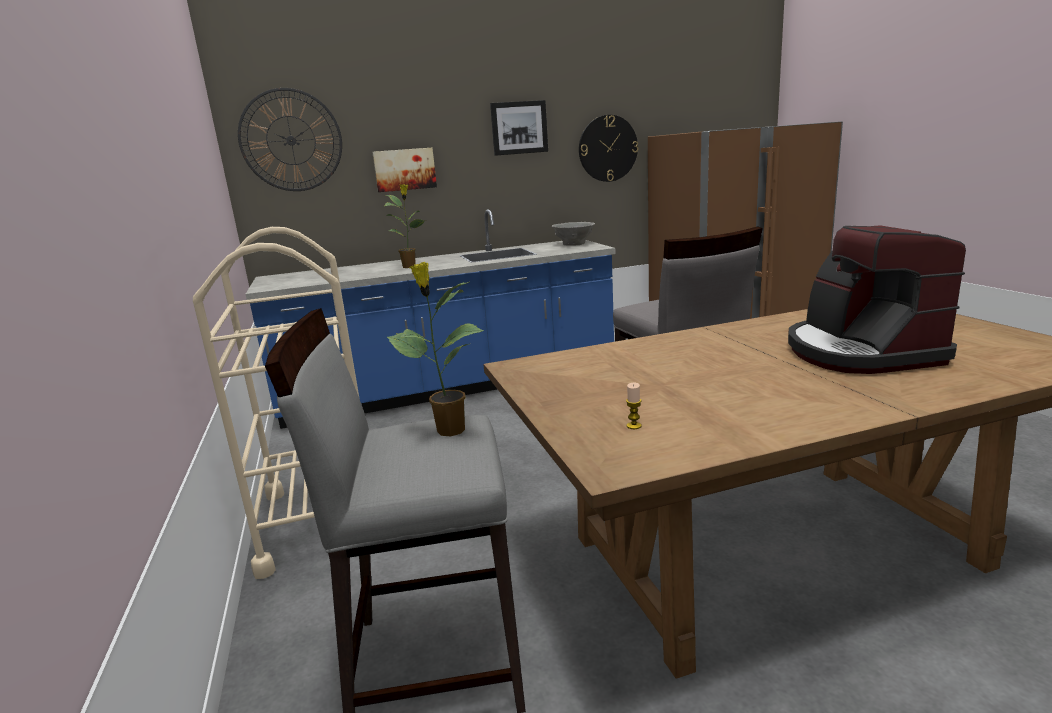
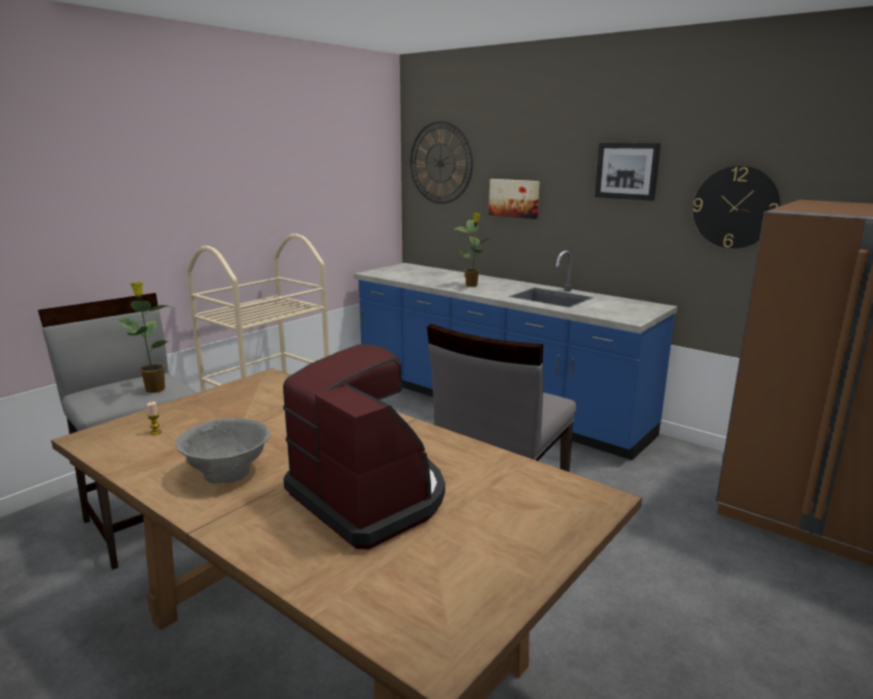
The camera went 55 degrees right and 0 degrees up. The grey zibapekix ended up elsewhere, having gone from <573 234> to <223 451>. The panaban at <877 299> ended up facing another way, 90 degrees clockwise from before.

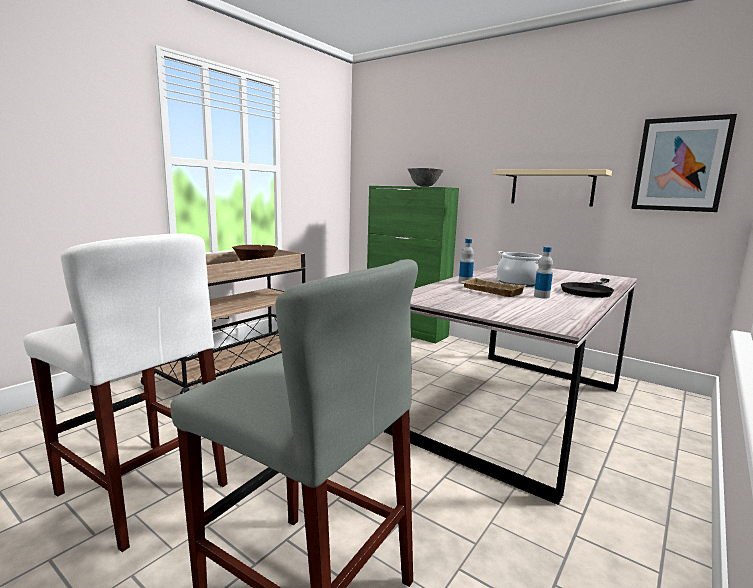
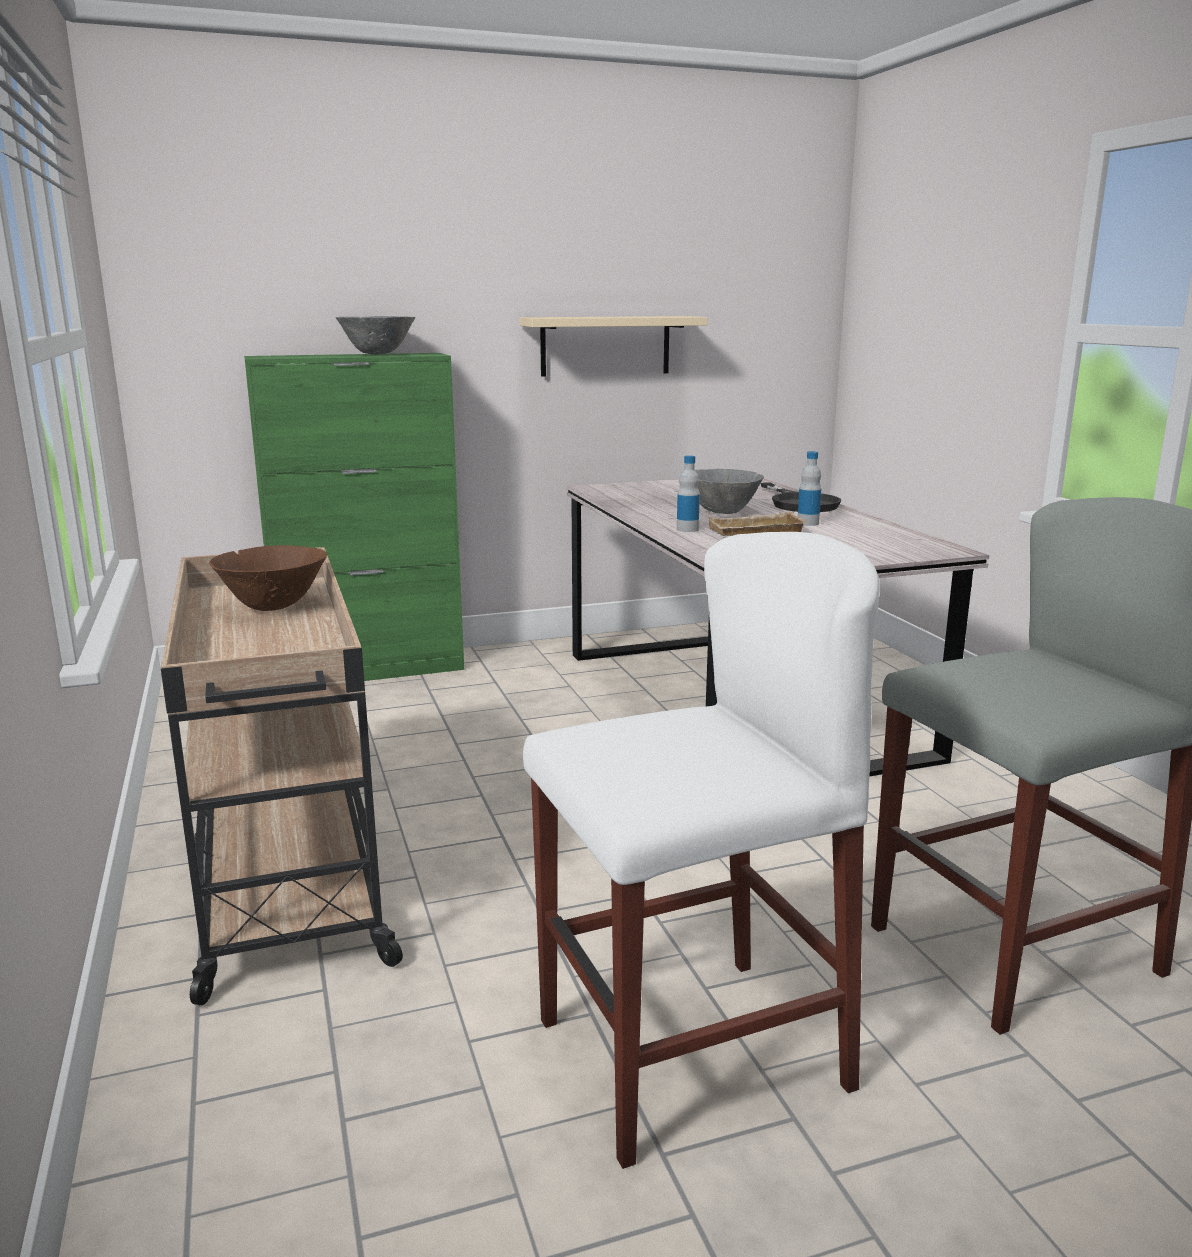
The camera went 55 degrees left and 5 degrees up. Where the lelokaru stood at <519 269>, the grey zibapekix came to stand at <729 491>. The second view lost the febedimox at <684 163>.

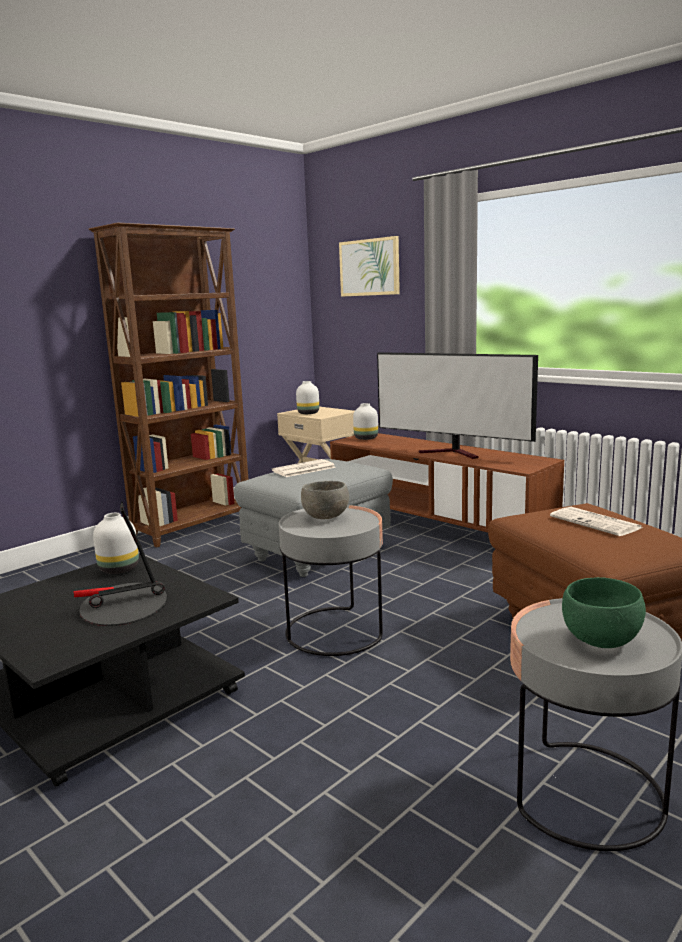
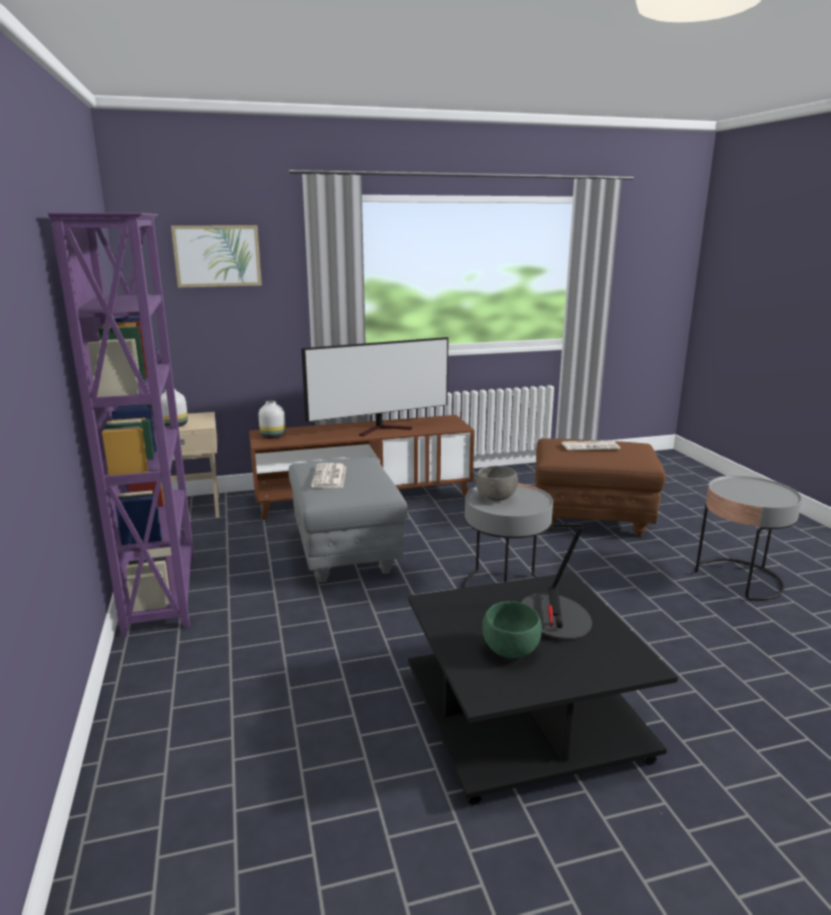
The camera went 60 degrees left and 5 degrees up. What was the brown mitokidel at <169 385> turned into the purple mitokidel at <121 425>. The green zibapekix ended up elsewhere, having gone from <604 612> to <512 629>. The second view lost the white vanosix at <116 543>.

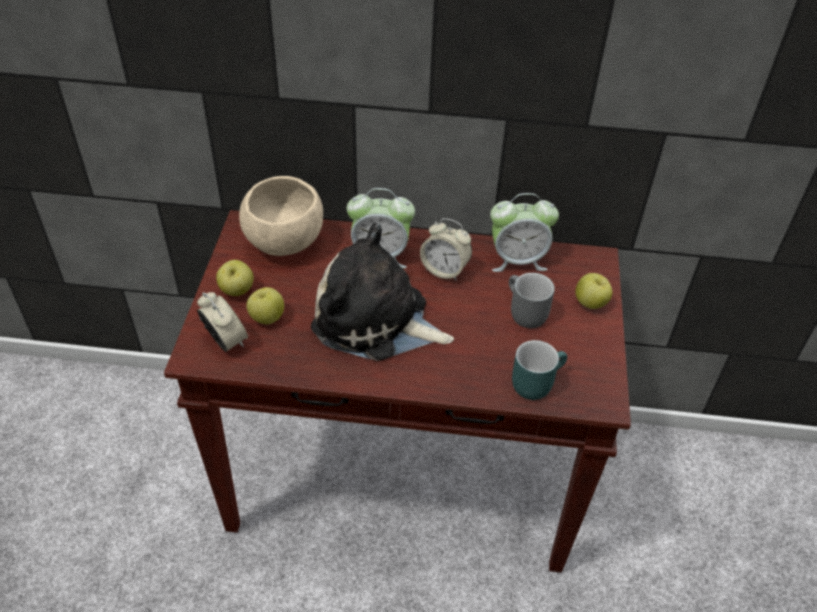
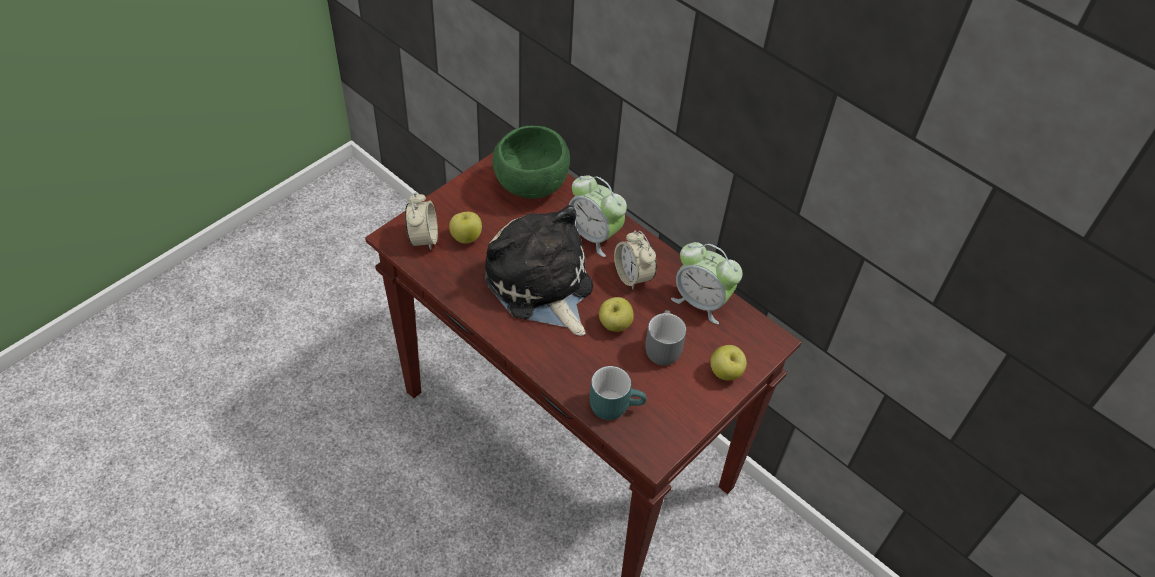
The camera went 35 degrees right and 5 degrees up. What was the beige zibapekix at <281 216> turned into the green zibapekix at <531 162>. The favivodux ended up elsewhere, having gone from <235 278> to <616 314>.

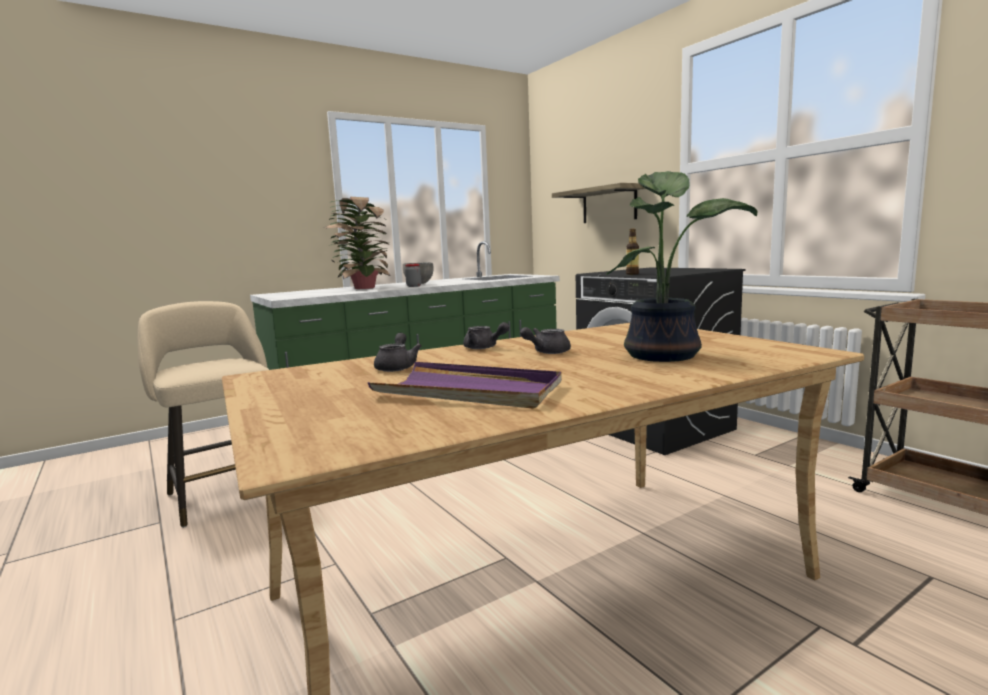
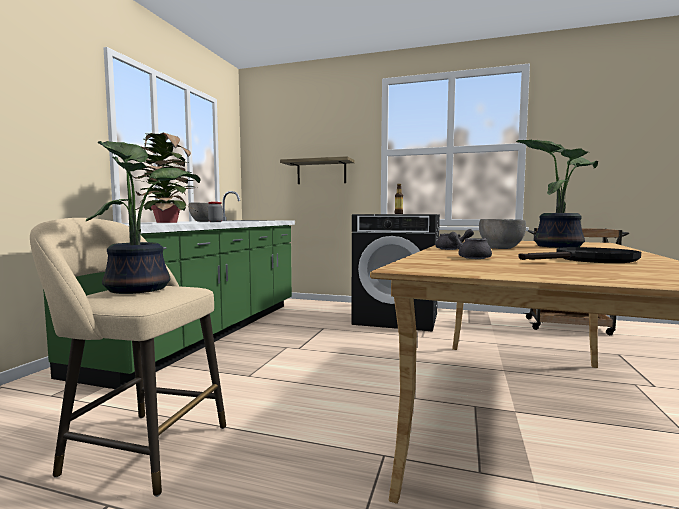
The camera went 40 degrees left and 5 degrees down. The second view gained the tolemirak at <143 217>. Where the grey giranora stood at <545 340>, the grey zibapekix came to stand at <502 234>. Where the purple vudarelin stood at <465 385>, the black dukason came to stand at <580 255>.

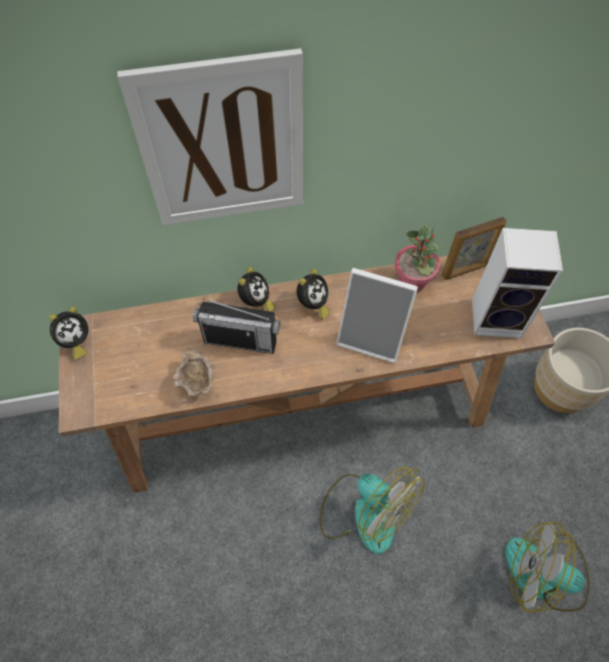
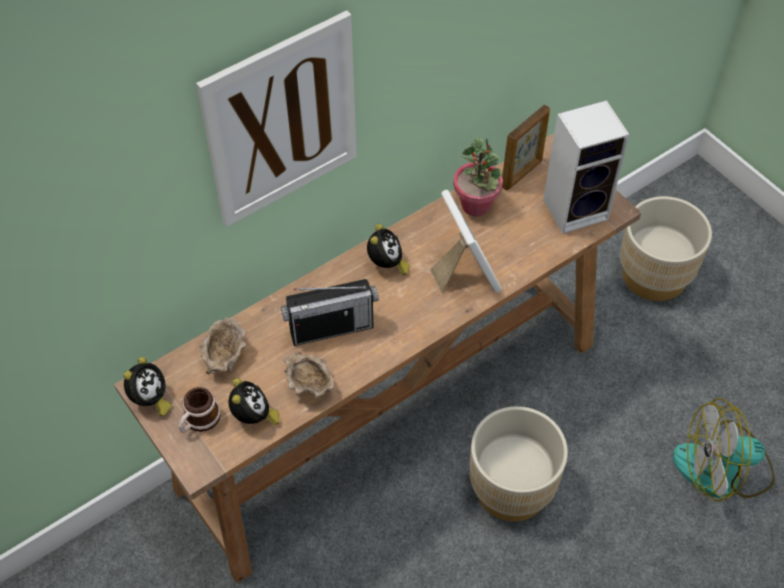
The camera went 25 degrees left and 5 degrees down. The second view gained the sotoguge at <199 410>. The second view gained the beige zibapekix at <222 345>. The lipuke ended up elsewhere, having gone from <256 289> to <254 402>. The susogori at <377 315> ended up facing another way, 105 degrees counterclockwise from before. Where the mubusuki stood at <372 510>, the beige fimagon came to stand at <519 463>.

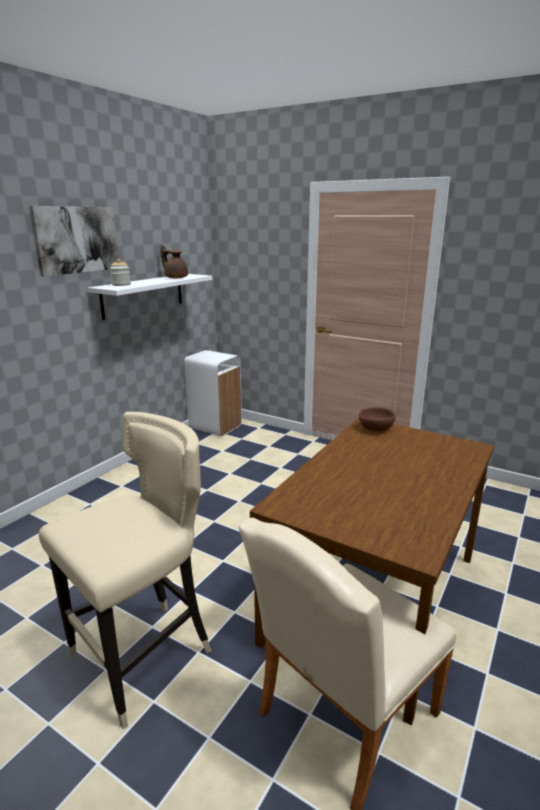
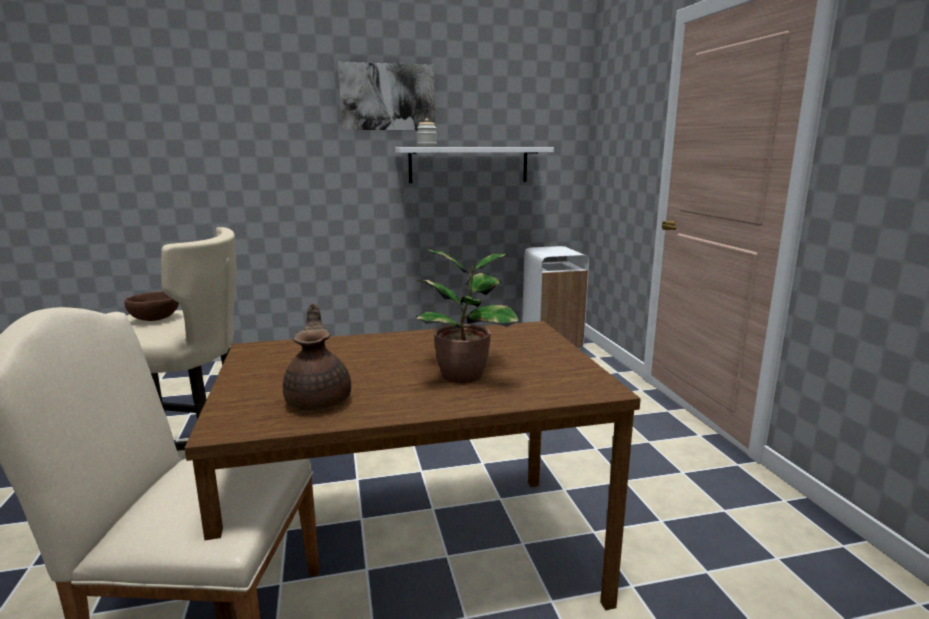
The camera went 45 degrees right and 5 degrees down. The brown zibapekix ended up elsewhere, having gone from <377 419> to <151 306>. The brown giranora ended up elsewhere, having gone from <174 262> to <317 357>. The second view gained the tolemirak at <468 316>.

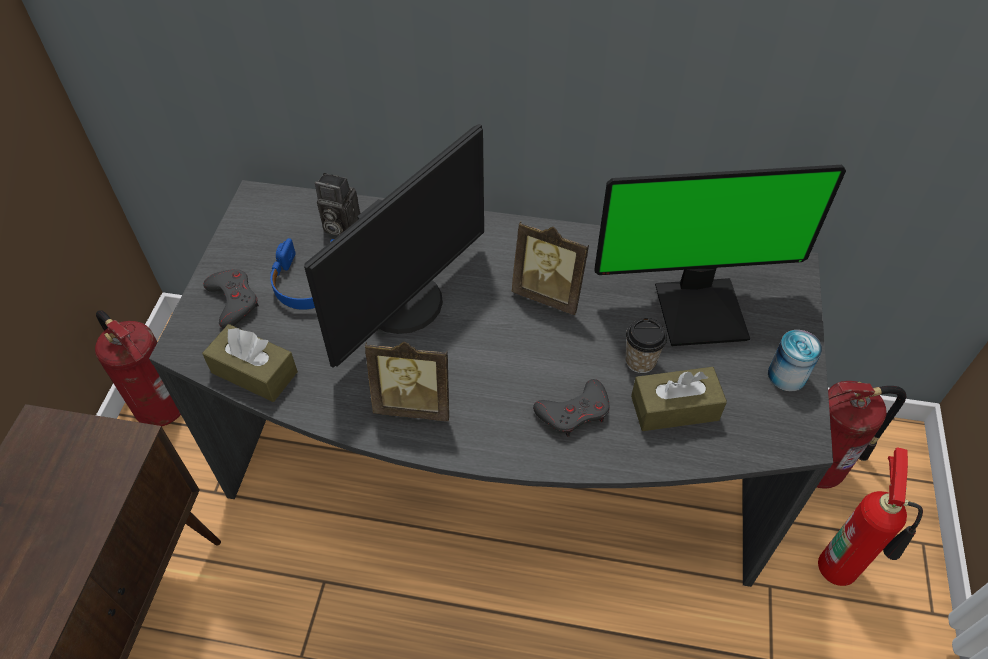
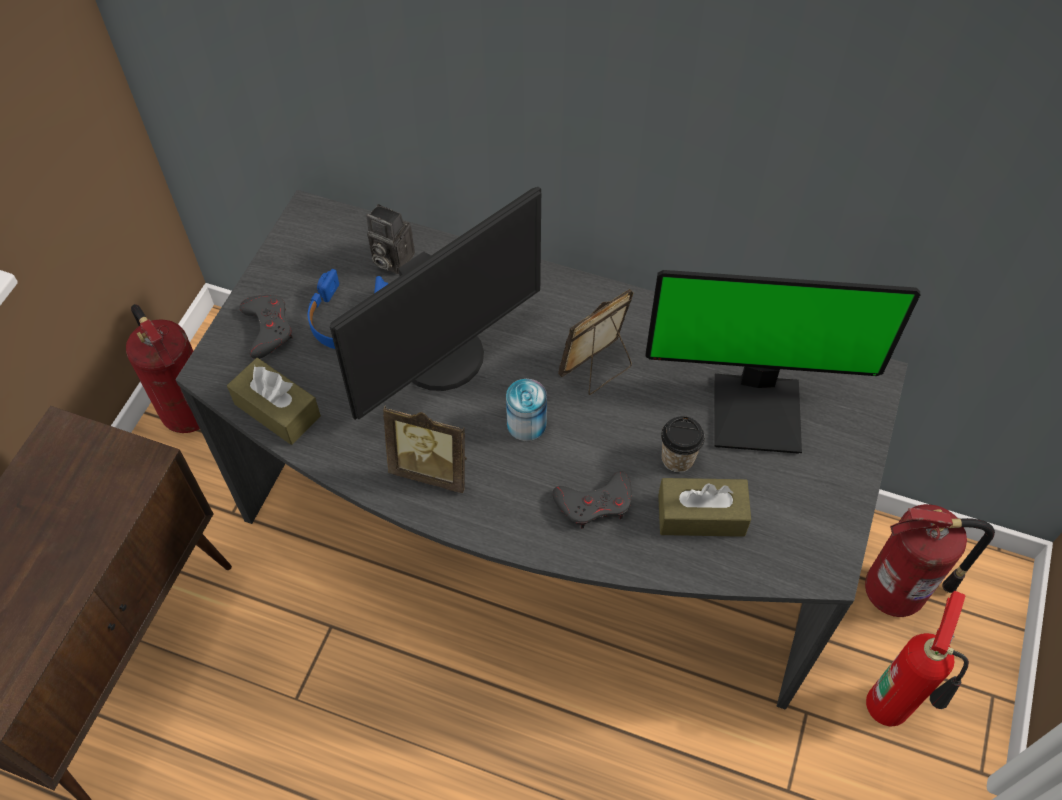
The camera went 10 degrees right and 5 degrees up. The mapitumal ended up elsewhere, having gone from <795 360> to <526 410>. The susogori at <550 268> ended up facing another way, 105 degrees clockwise from before.

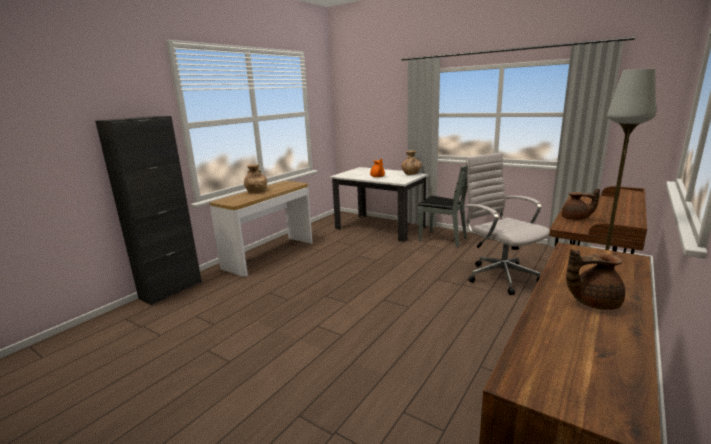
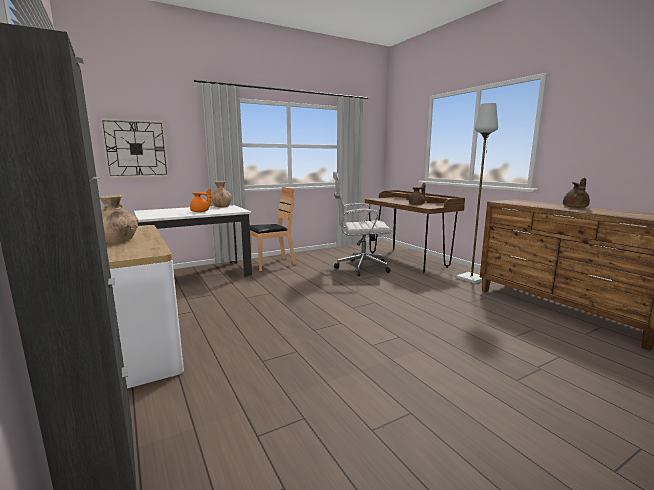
The camera went 65 degrees left and 5 degrees down. The second view gained the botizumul at <134 148>. What was the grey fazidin at <443 206> turned into the brown fazidin at <273 229>.

